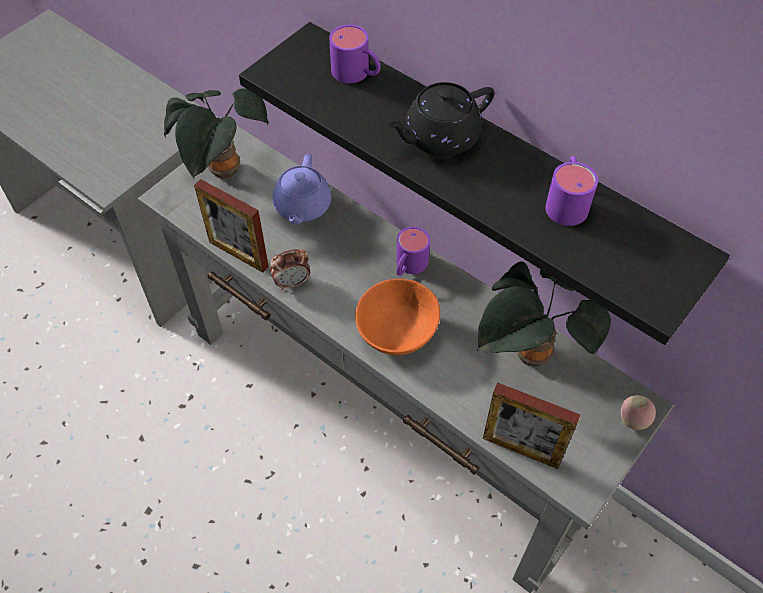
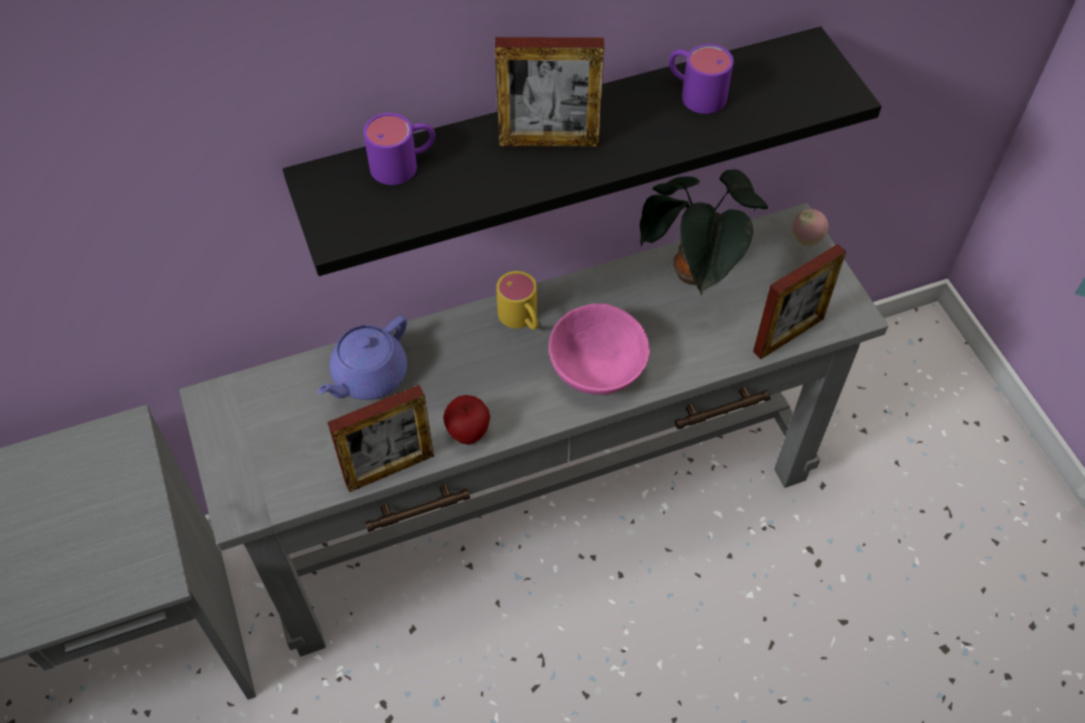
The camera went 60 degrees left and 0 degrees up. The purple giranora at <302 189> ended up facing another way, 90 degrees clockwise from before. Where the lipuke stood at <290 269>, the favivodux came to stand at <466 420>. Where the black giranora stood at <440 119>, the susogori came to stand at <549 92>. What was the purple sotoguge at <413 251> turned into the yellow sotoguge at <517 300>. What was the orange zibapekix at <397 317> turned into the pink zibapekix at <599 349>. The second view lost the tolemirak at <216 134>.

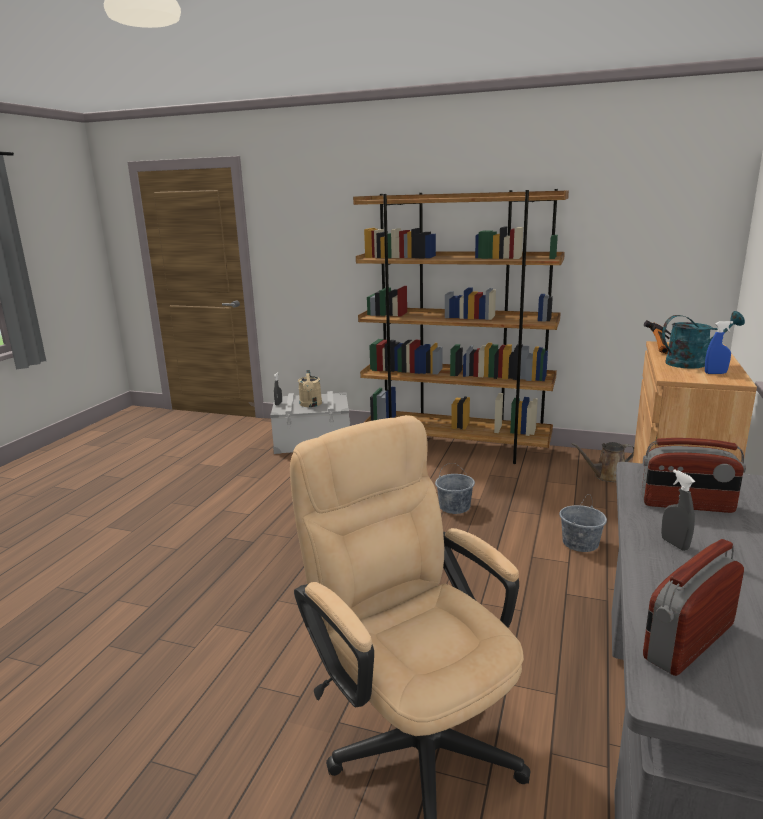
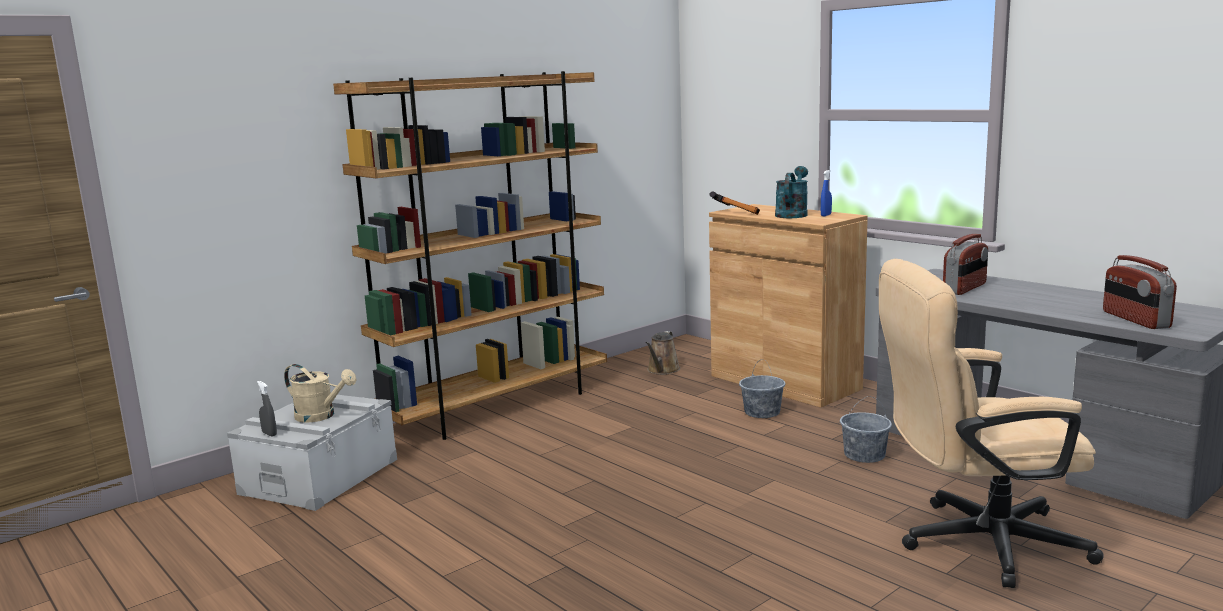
The camera went 60 degrees left and 5 degrees down. The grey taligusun ended up elsewhere, having gone from <455 488> to <866 429>. The second view lost the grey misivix at <678 510>.

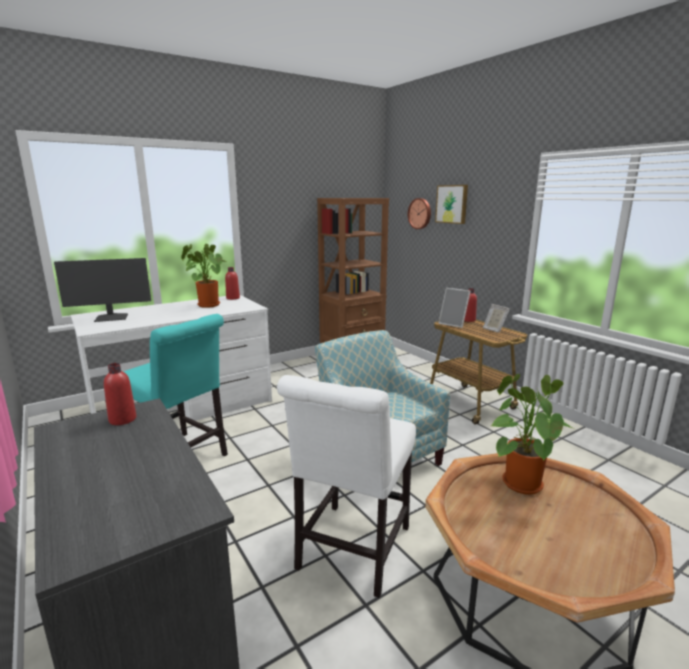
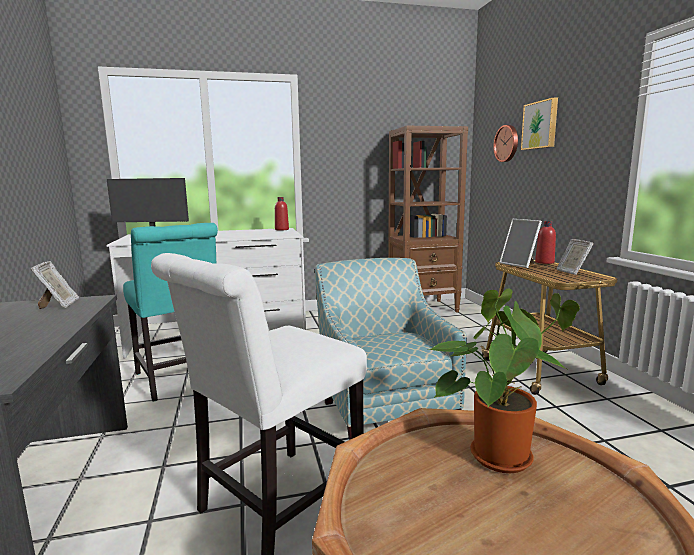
The camera went 20 degrees right and 5 degrees down. Where the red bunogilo stood at <120 394>, the susogori came to stand at <55 285>. The second view lost the tolemirak at <203 276>.

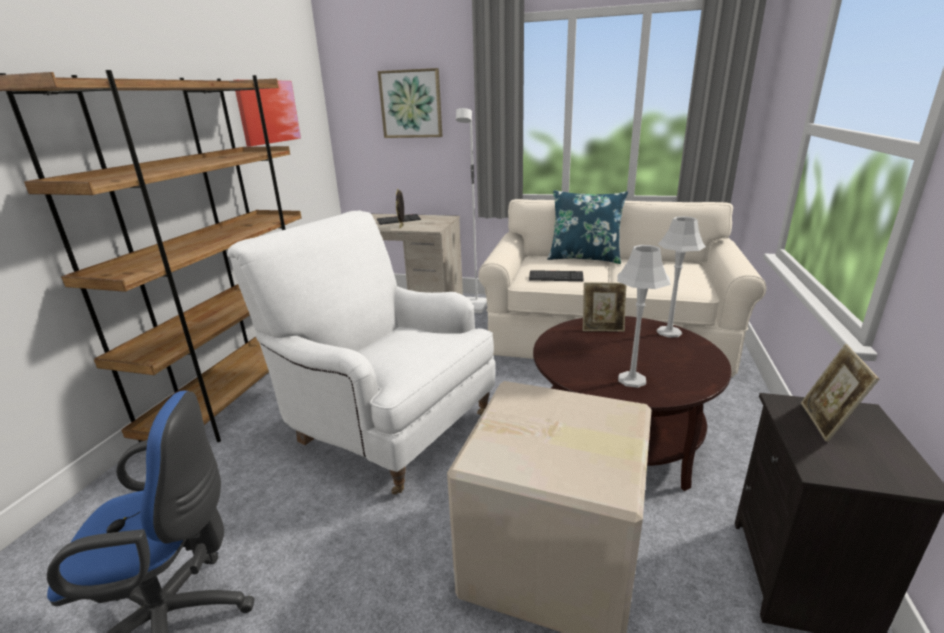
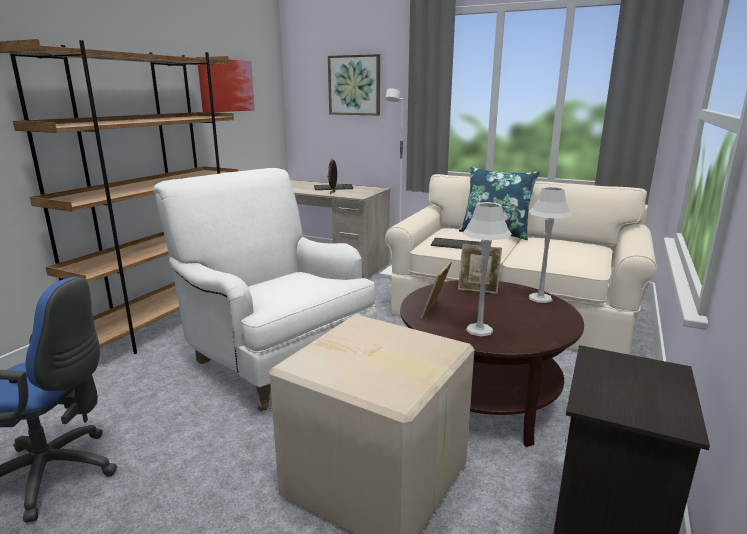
The camera went 10 degrees right and 5 degrees down. The susogori ended up elsewhere, having gone from <840 393> to <436 289>.

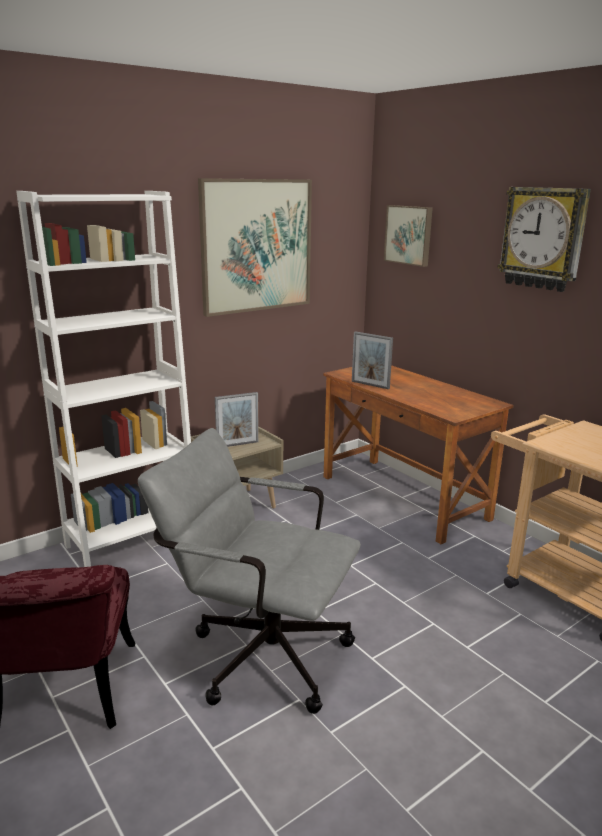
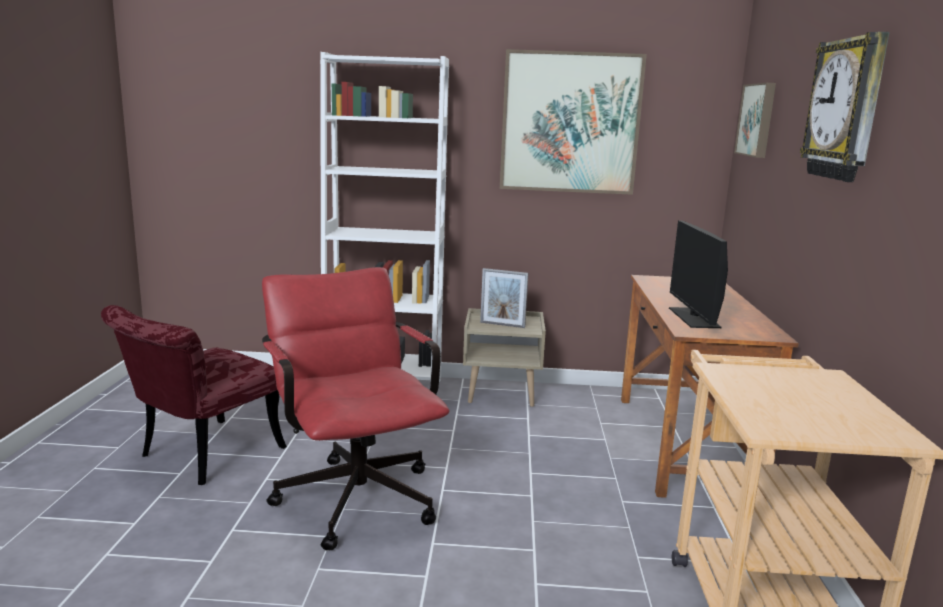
The camera went 40 degrees right and 5 degrees down. What was the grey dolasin at <249 571> turned into the red dolasin at <356 408>. The second view gained the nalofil at <698 274>. The second view lost the susogori at <372 360>.

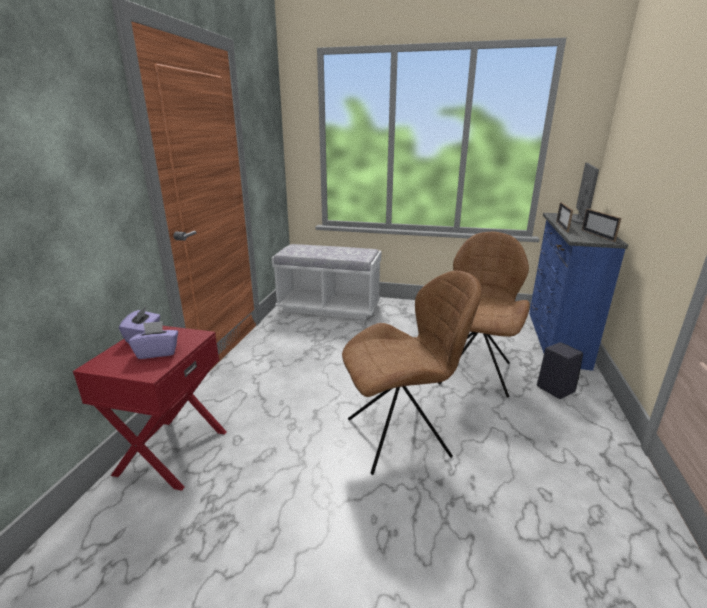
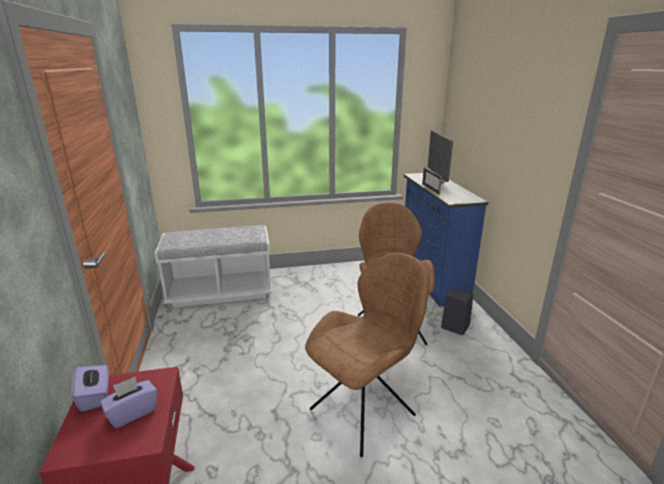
The camera went 25 degrees left and 0 degrees up. The second view lost the susogori at <601 225>.

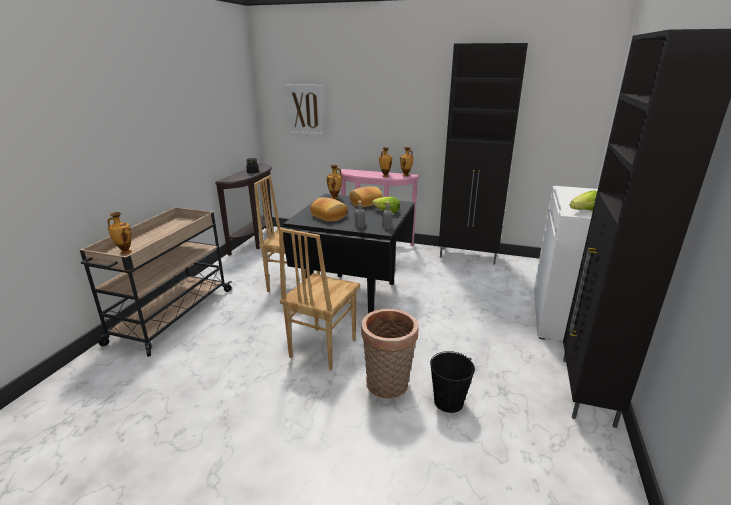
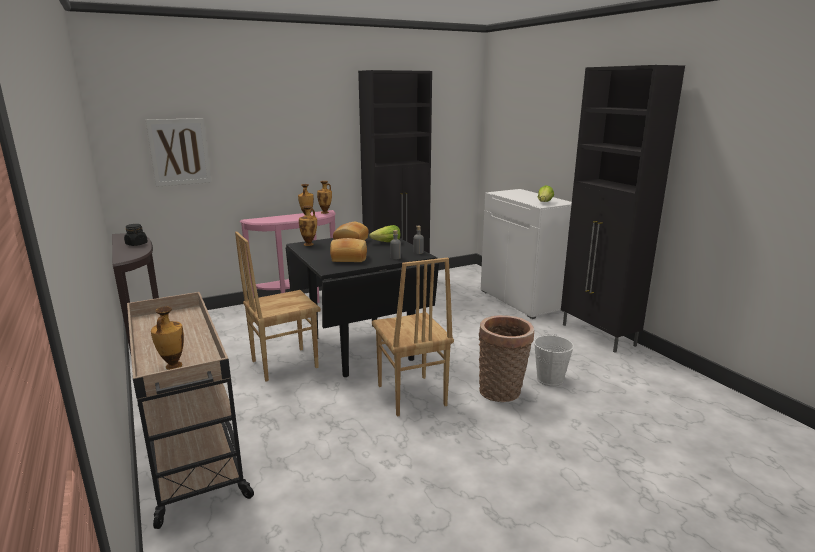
The camera went 45 degrees left and 5 degrees down. What was the black taligusun at <452 382> turned into the white taligusun at <554 360>.

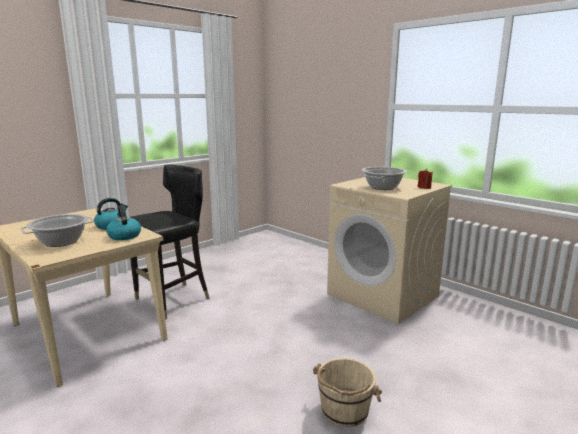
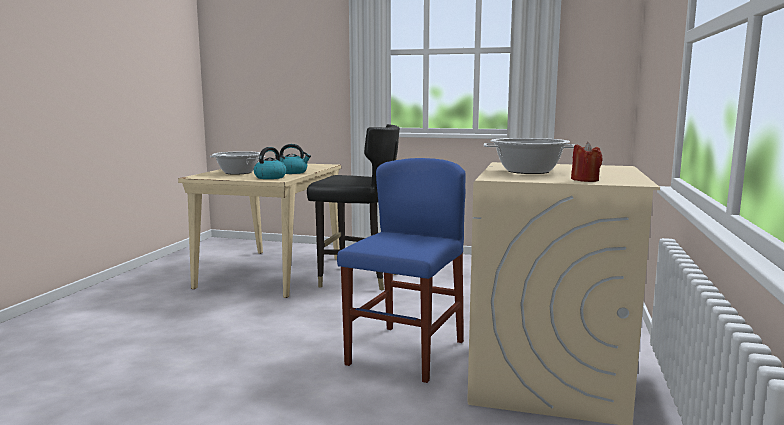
The camera went 60 degrees right and 5 degrees down. The second view gained the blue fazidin at <401 270>. The second view lost the beige taligusun at <347 392>.

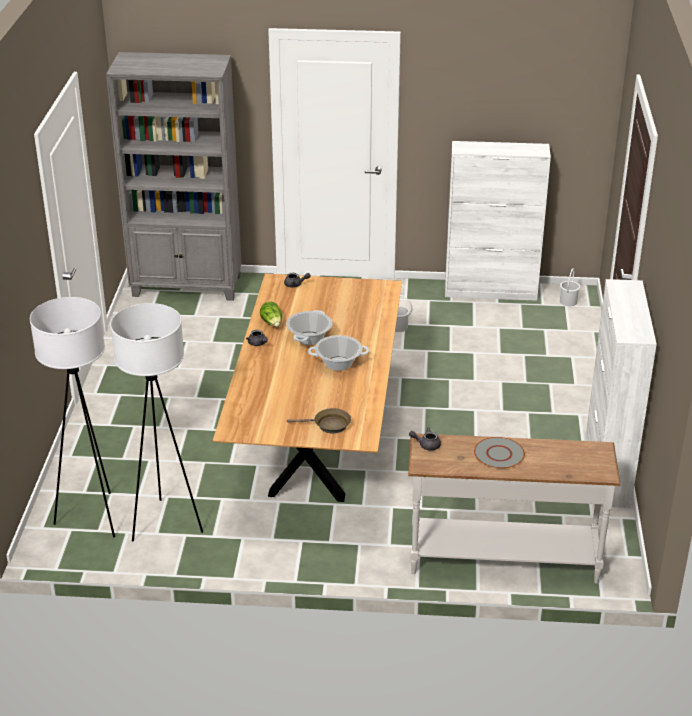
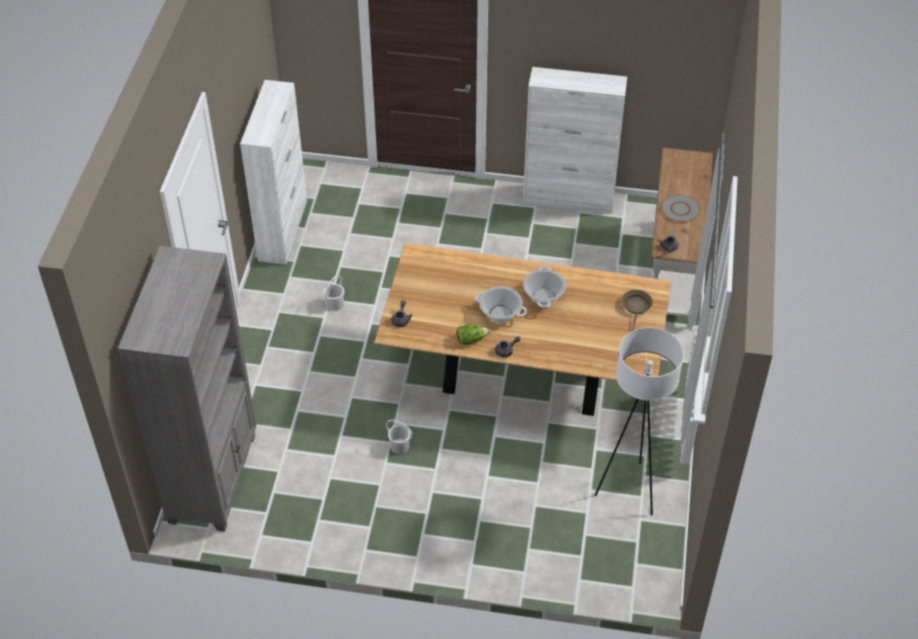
The camera went 85 degrees left and 15 degrees up. The white taligusun ended up elsewhere, having gone from <570 287> to <399 437>. The second view lost the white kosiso at <72 417>.

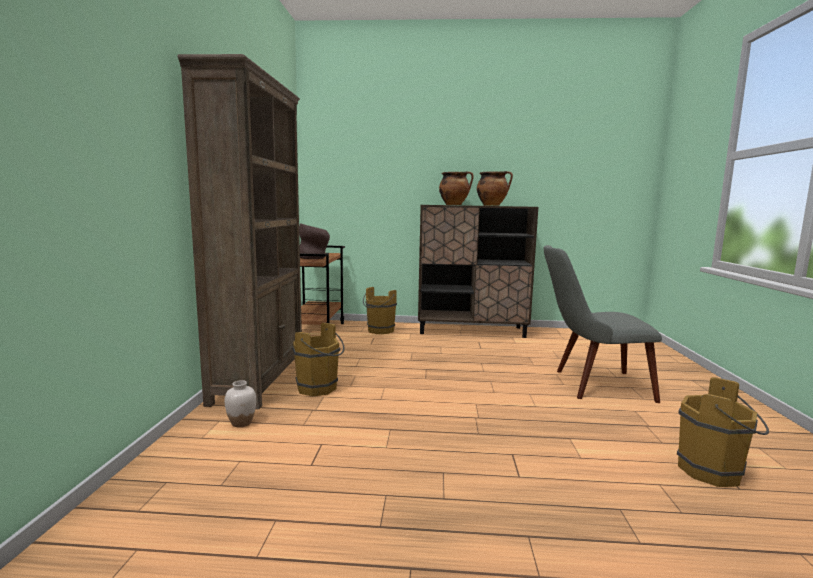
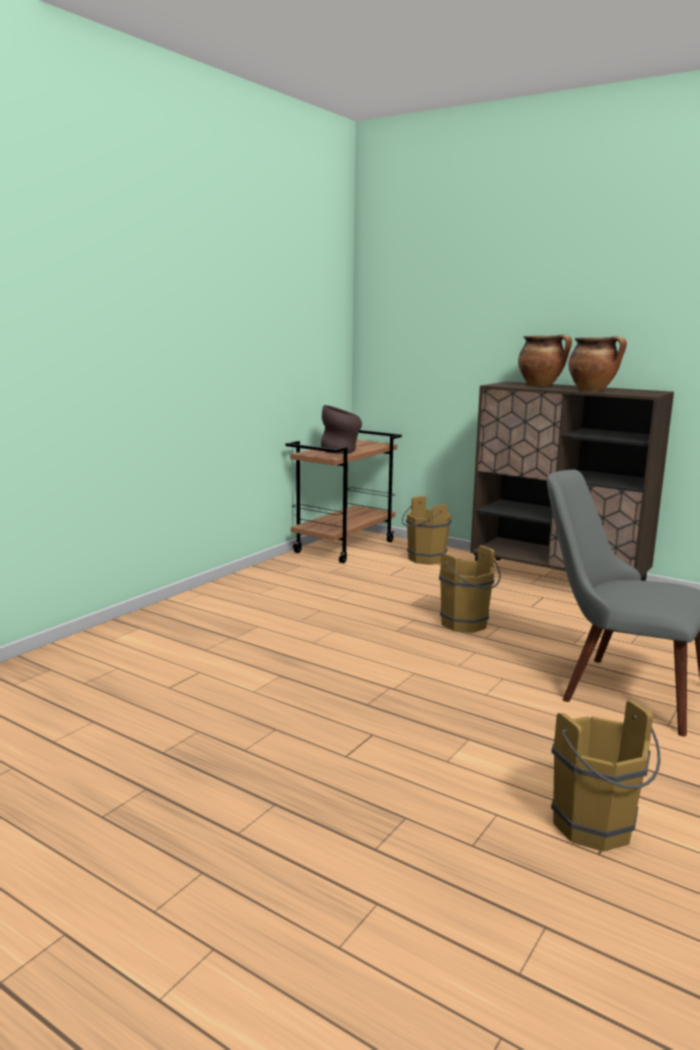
The camera went 30 degrees right and 5 degrees up. The brown taligusun ended up elsewhere, having gone from <318 359> to <470 589>. The second view lost the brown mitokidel at <239 231>. The second view lost the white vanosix at <240 403>.

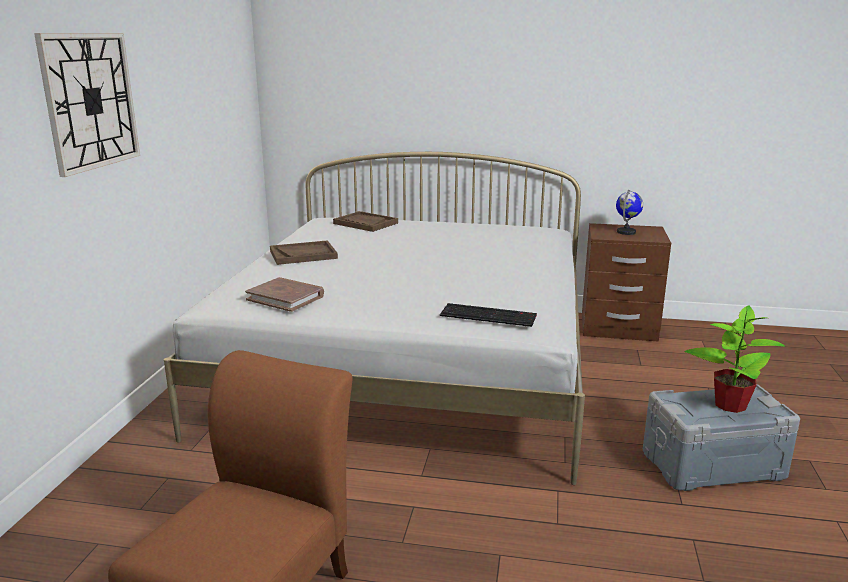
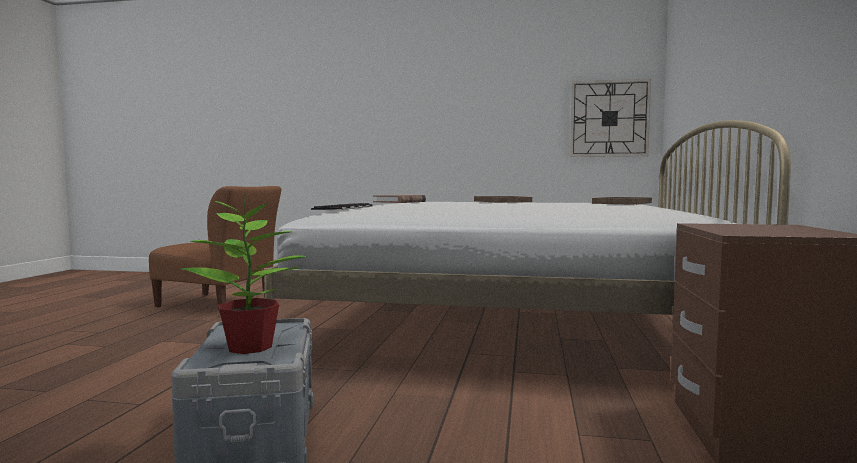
The camera went 90 degrees right and 15 degrees down. The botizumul ended up elsewhere, having gone from <87 105> to <610 118>. The second view lost the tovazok at <629 212>.

